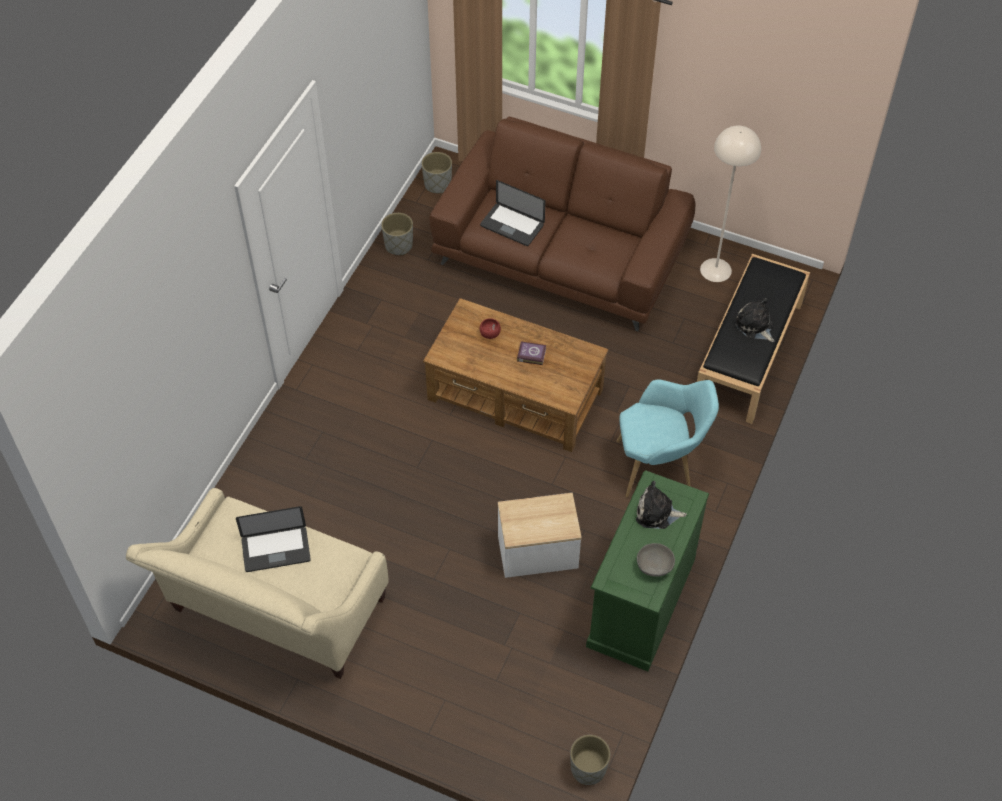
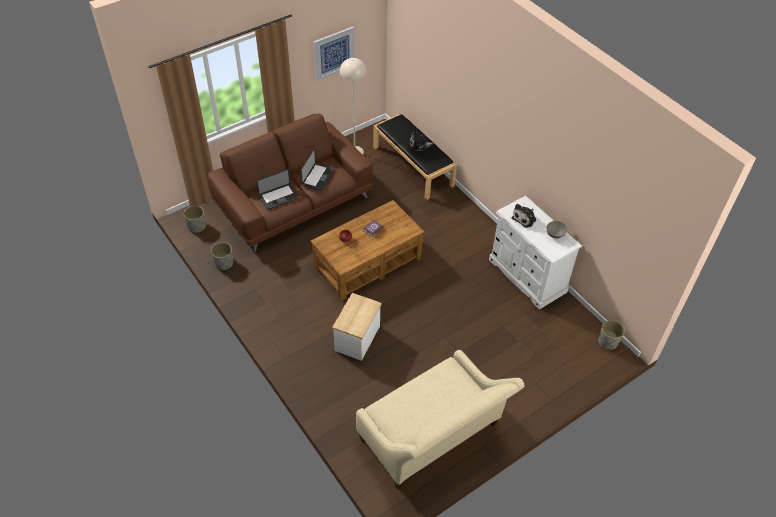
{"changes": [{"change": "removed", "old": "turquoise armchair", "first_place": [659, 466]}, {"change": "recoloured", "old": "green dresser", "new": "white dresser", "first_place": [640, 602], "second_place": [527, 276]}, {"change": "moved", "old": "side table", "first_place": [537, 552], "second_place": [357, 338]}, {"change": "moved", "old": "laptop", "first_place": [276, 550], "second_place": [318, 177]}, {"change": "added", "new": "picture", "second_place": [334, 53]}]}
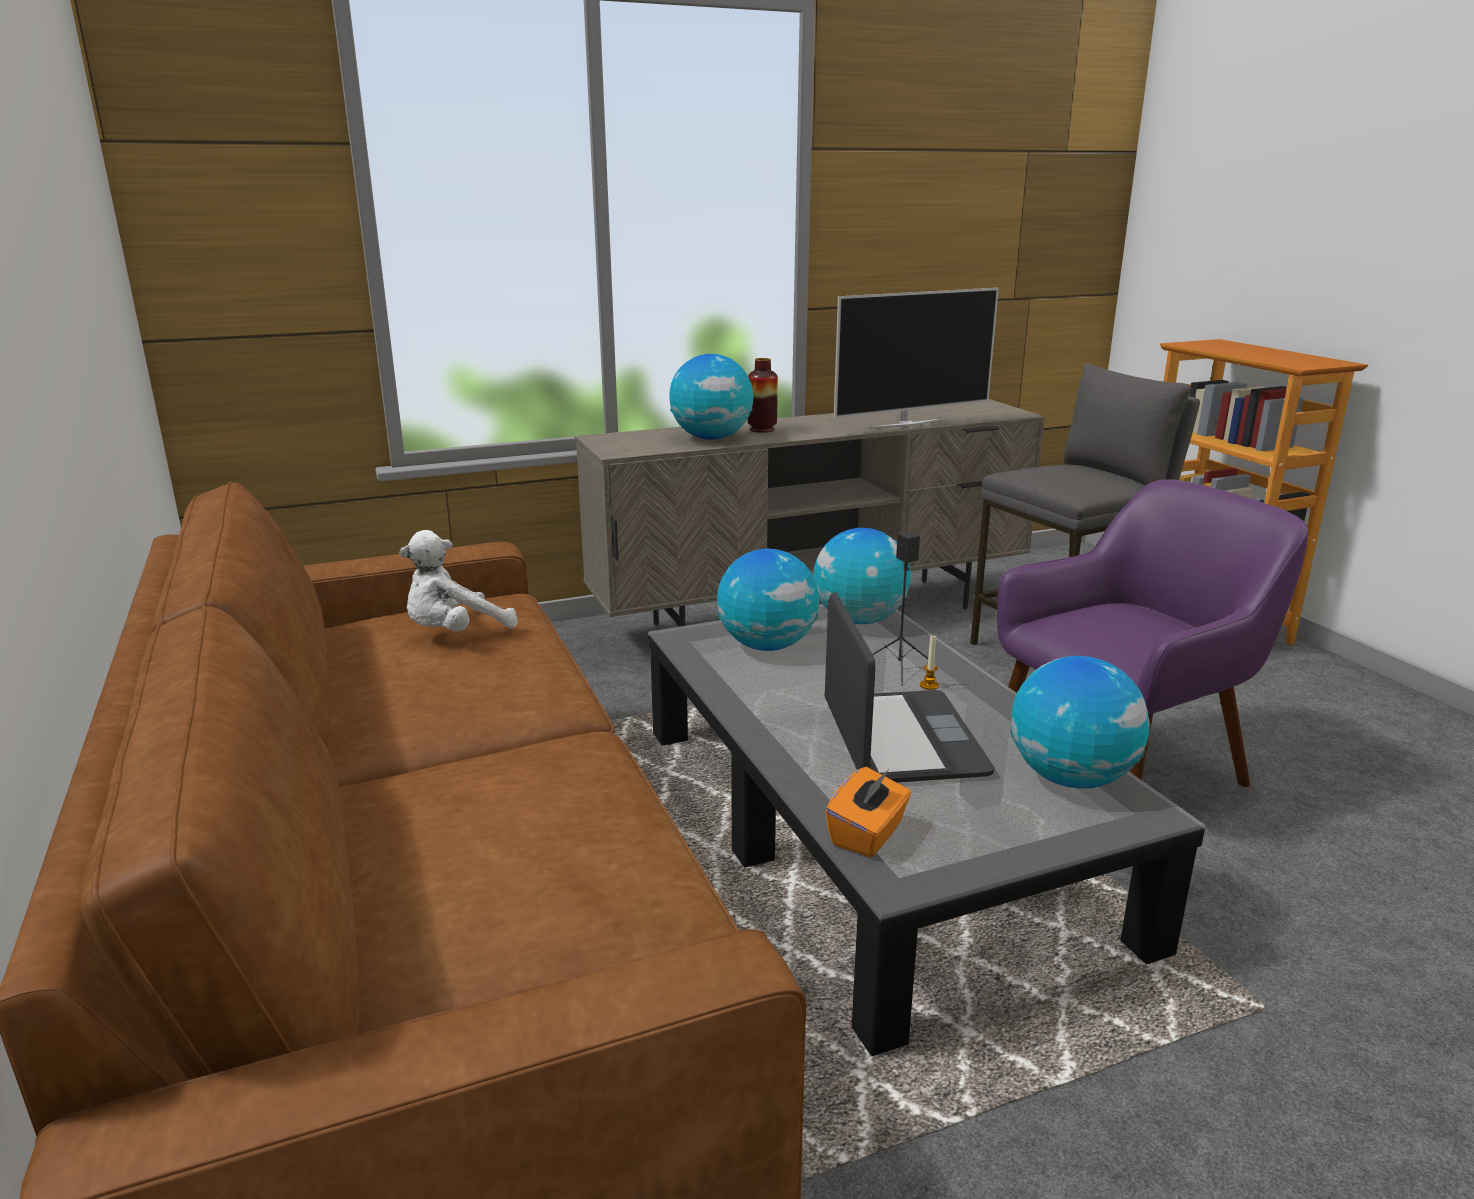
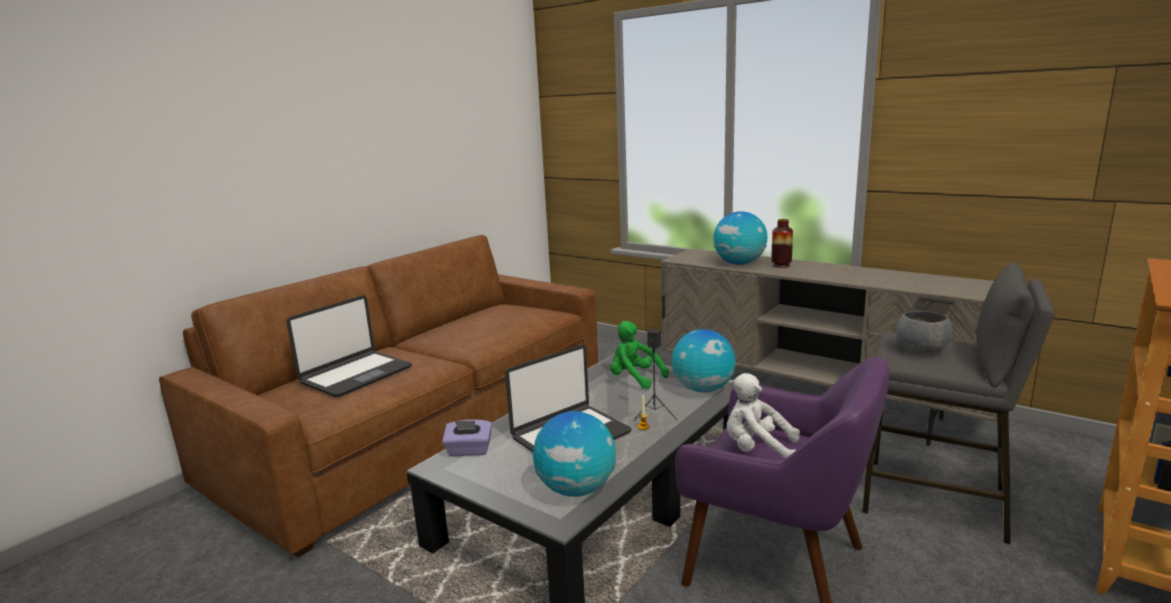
{"changes": [{"change": "removed", "old": "television", "first_place": [907, 423]}, {"change": "moved", "old": "white plush toy", "first_place": [455, 633], "second_place": [758, 451]}, {"change": "replaced", "old": "globe", "new": "green plush toy", "first_place": [767, 646], "second_place": [634, 379]}, {"change": "recoloured", "old": "orange tissue box", "new": "purple tissue box", "first_place": [868, 834], "second_place": [469, 451]}, {"change": "added", "new": "laptop", "second_place": [355, 375]}, {"change": "added", "new": "grey bowl", "second_place": [921, 349]}]}
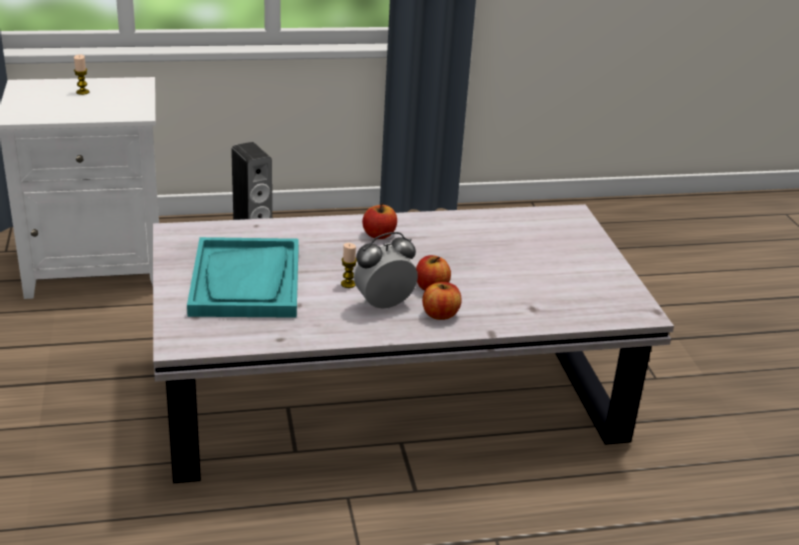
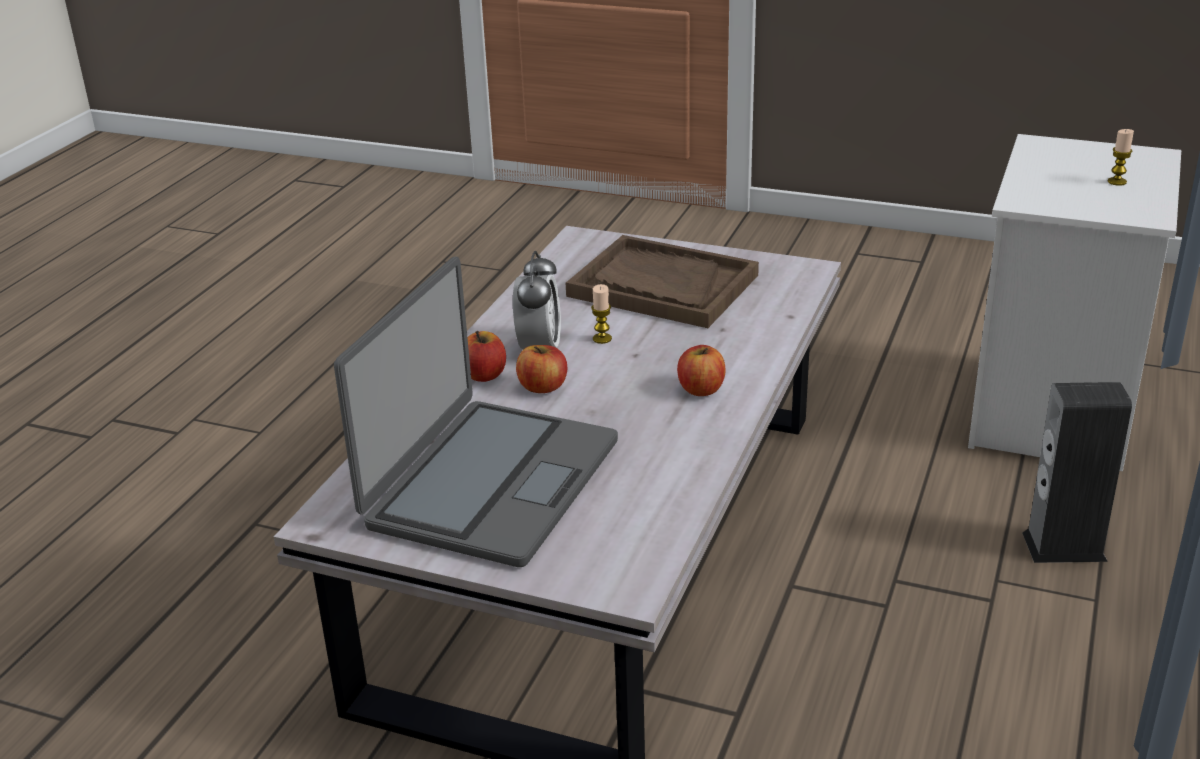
{"changes": [{"change": "recoloured", "old": "turquoise tray", "new": "brown tray", "first_place": [246, 281], "second_place": [662, 286]}, {"change": "added", "new": "laptop", "second_place": [490, 483]}]}
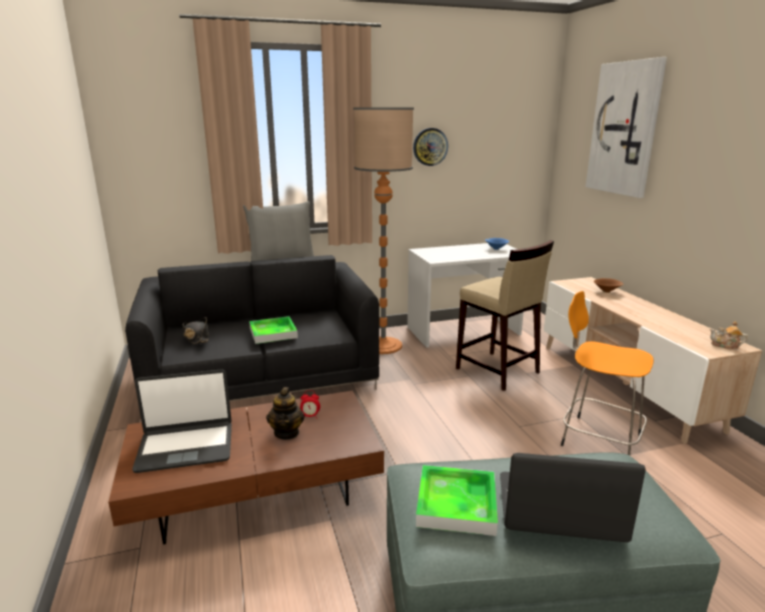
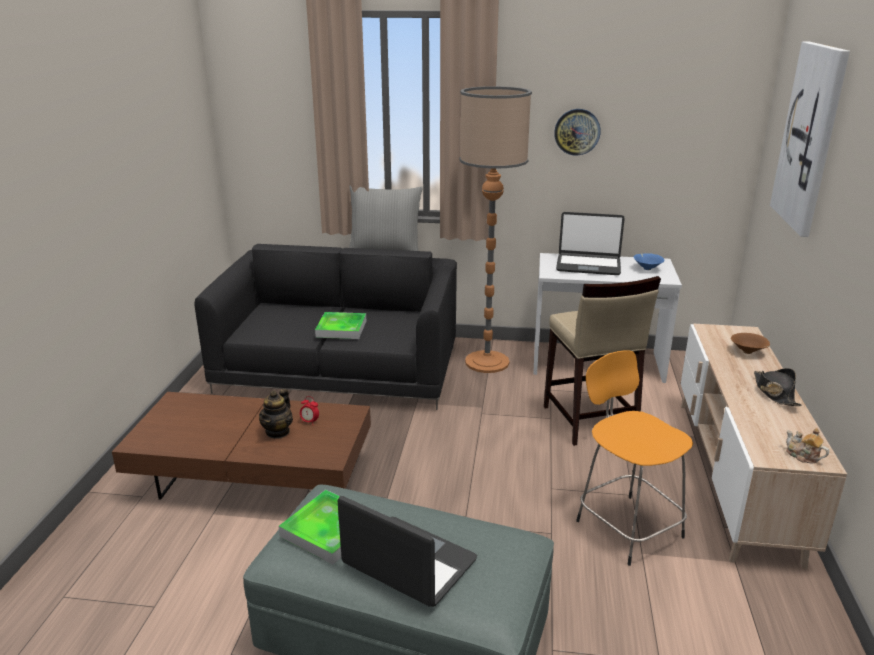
{"changes": [{"change": "moved", "old": "black hat", "first_place": [197, 337], "second_place": [775, 393]}, {"change": "moved", "old": "laptop", "first_place": [186, 447], "second_place": [588, 265]}]}
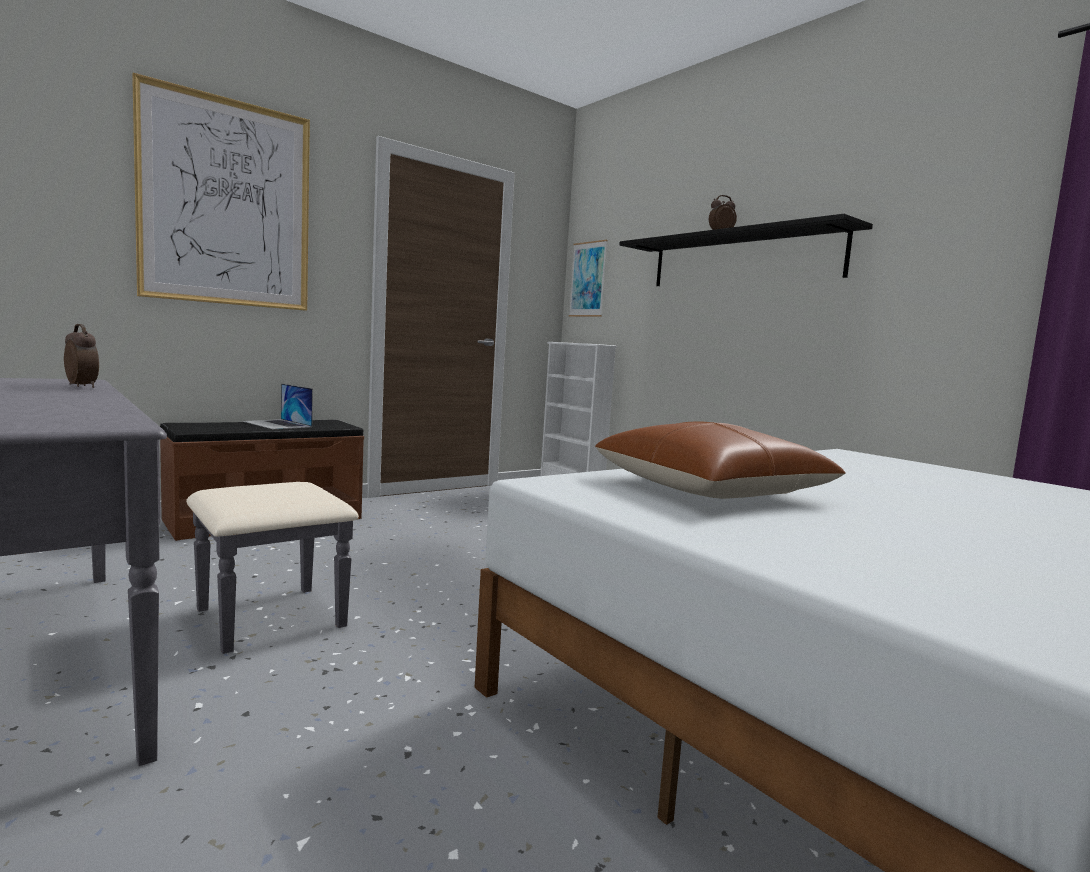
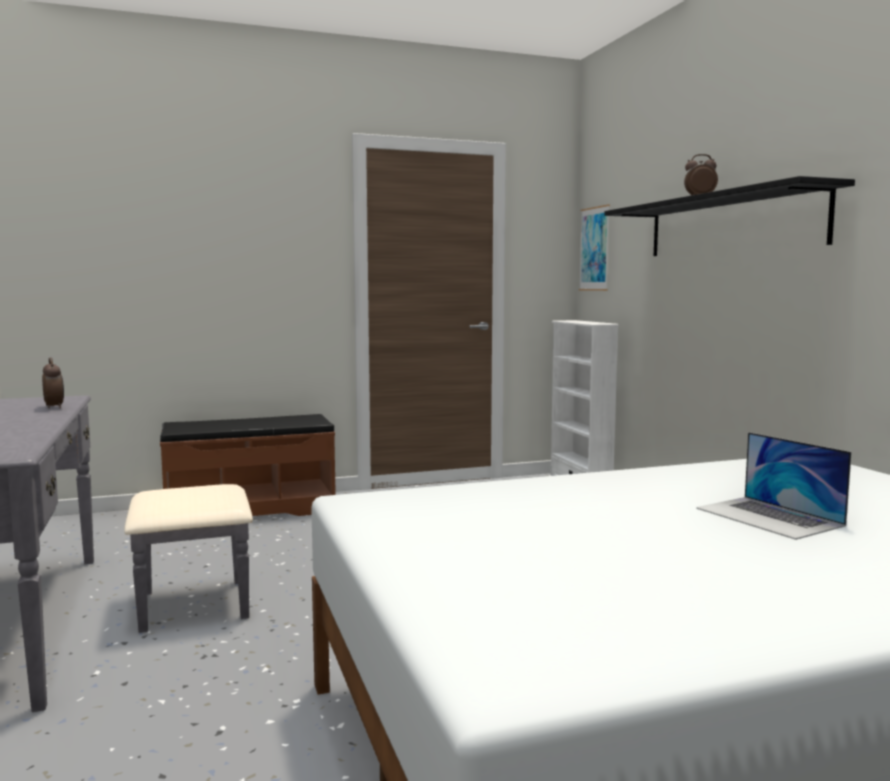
{"changes": [{"change": "removed", "old": "picture", "first_place": [227, 203]}, {"change": "moved", "old": "laptop", "first_place": [277, 424], "second_place": [769, 517]}, {"change": "removed", "old": "brown pillow", "first_place": [709, 489]}]}
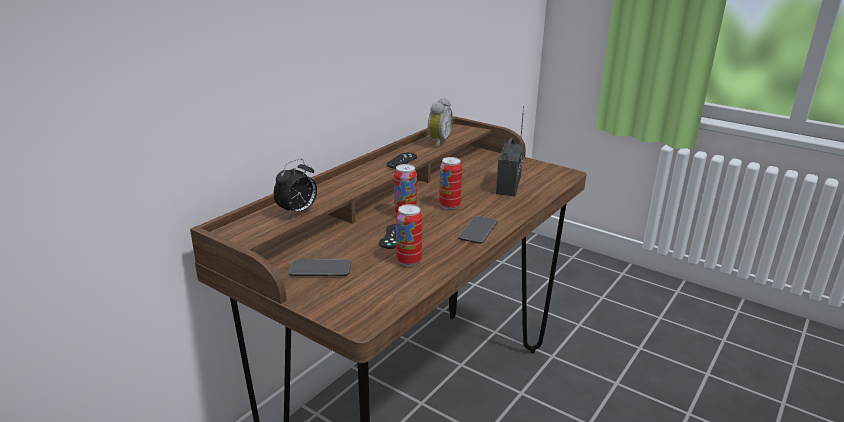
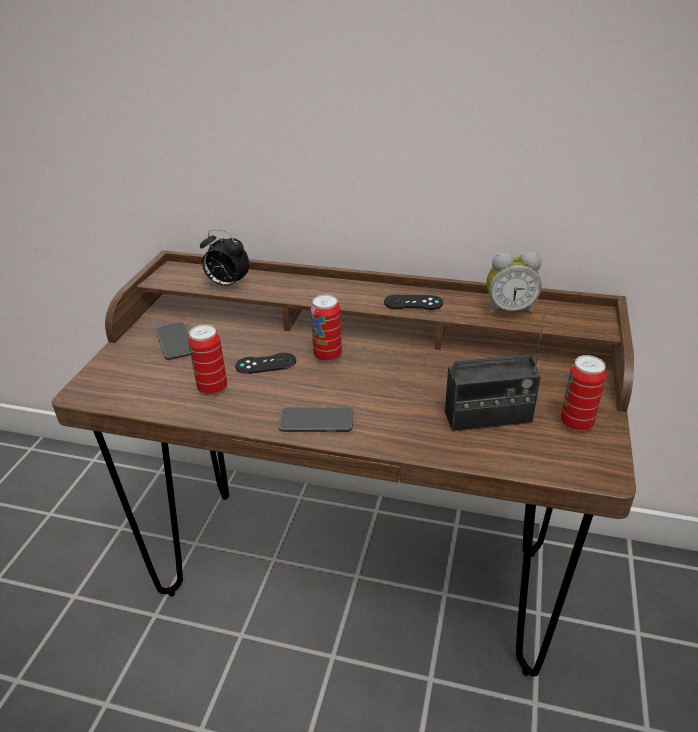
{"changes": [{"change": "moved", "old": "can", "first_place": [449, 206], "second_place": [576, 424]}]}
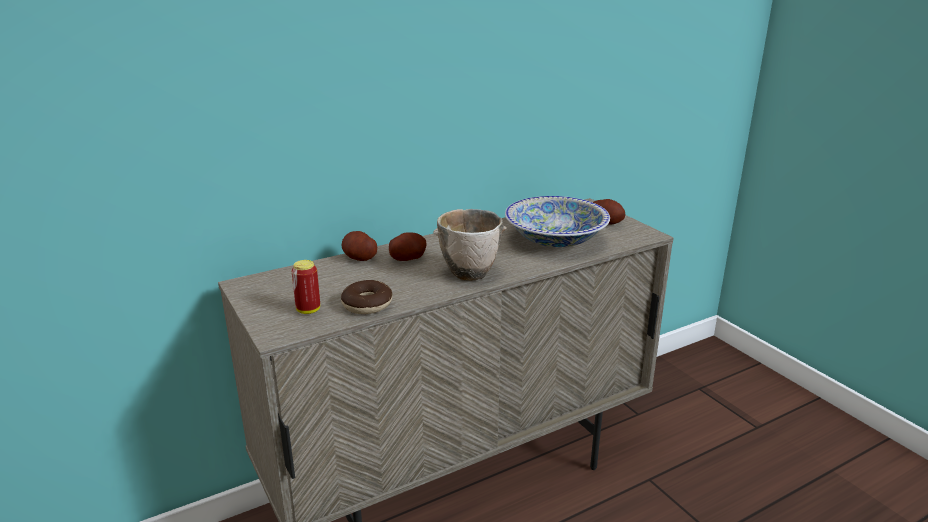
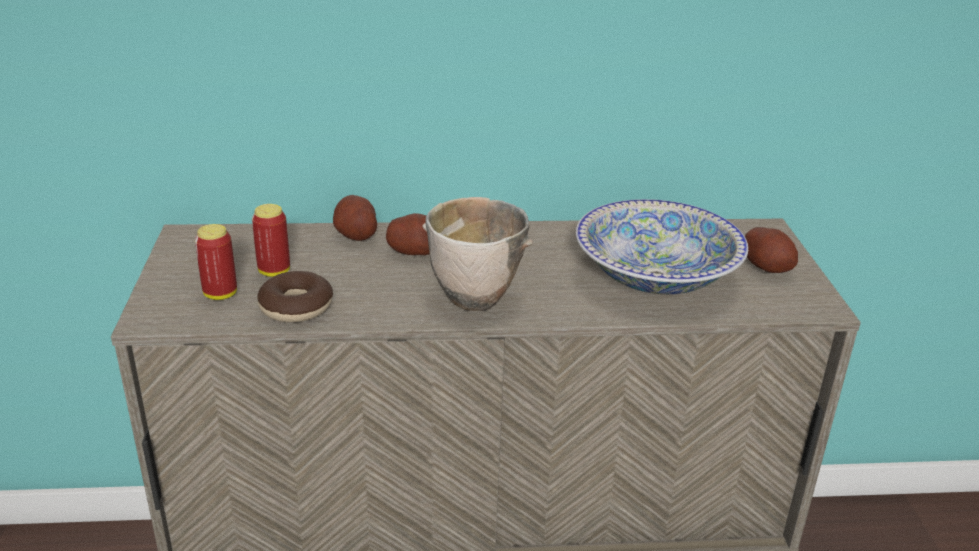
{"changes": [{"change": "added", "new": "can", "second_place": [274, 271]}]}
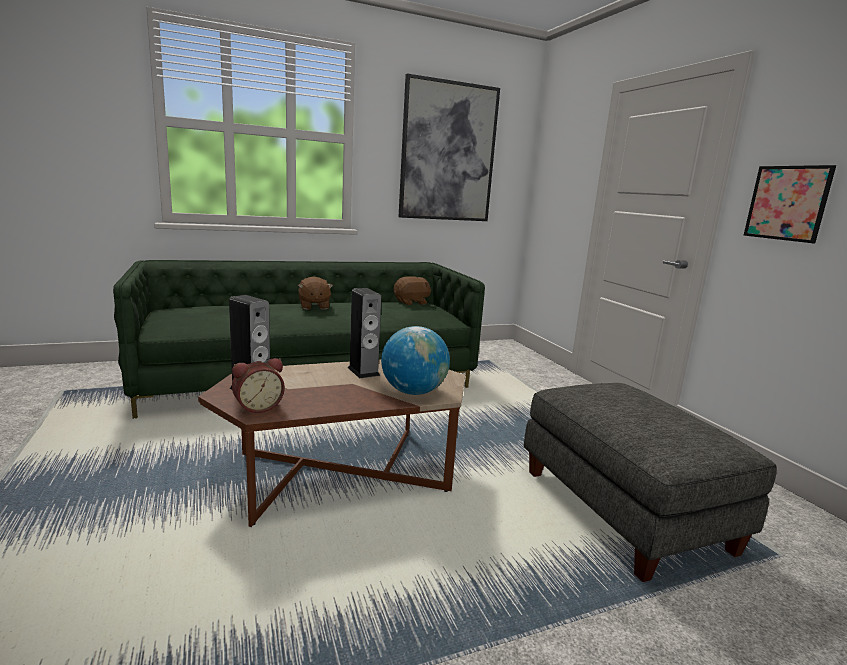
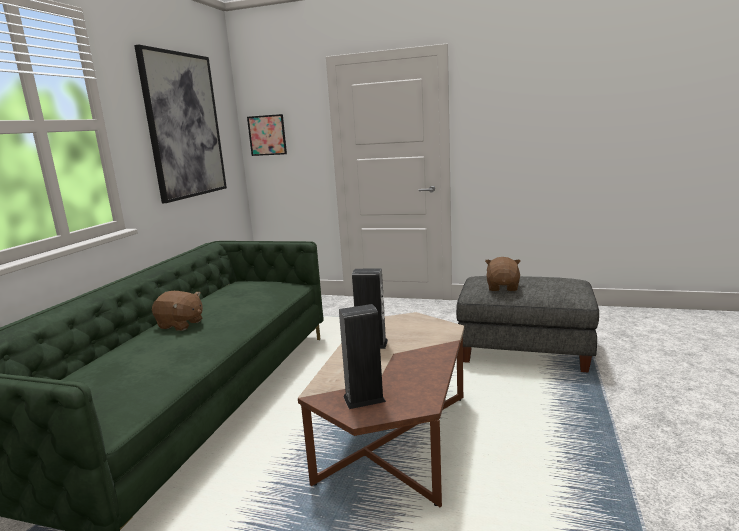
{"changes": [{"change": "moved", "old": "picture", "first_place": [787, 203], "second_place": [267, 135]}, {"change": "moved", "old": "brown plush toy", "first_place": [411, 303], "second_place": [503, 287]}, {"change": "removed", "old": "globe", "first_place": [413, 392]}, {"change": "removed", "old": "alarm clock", "first_place": [258, 407]}]}
